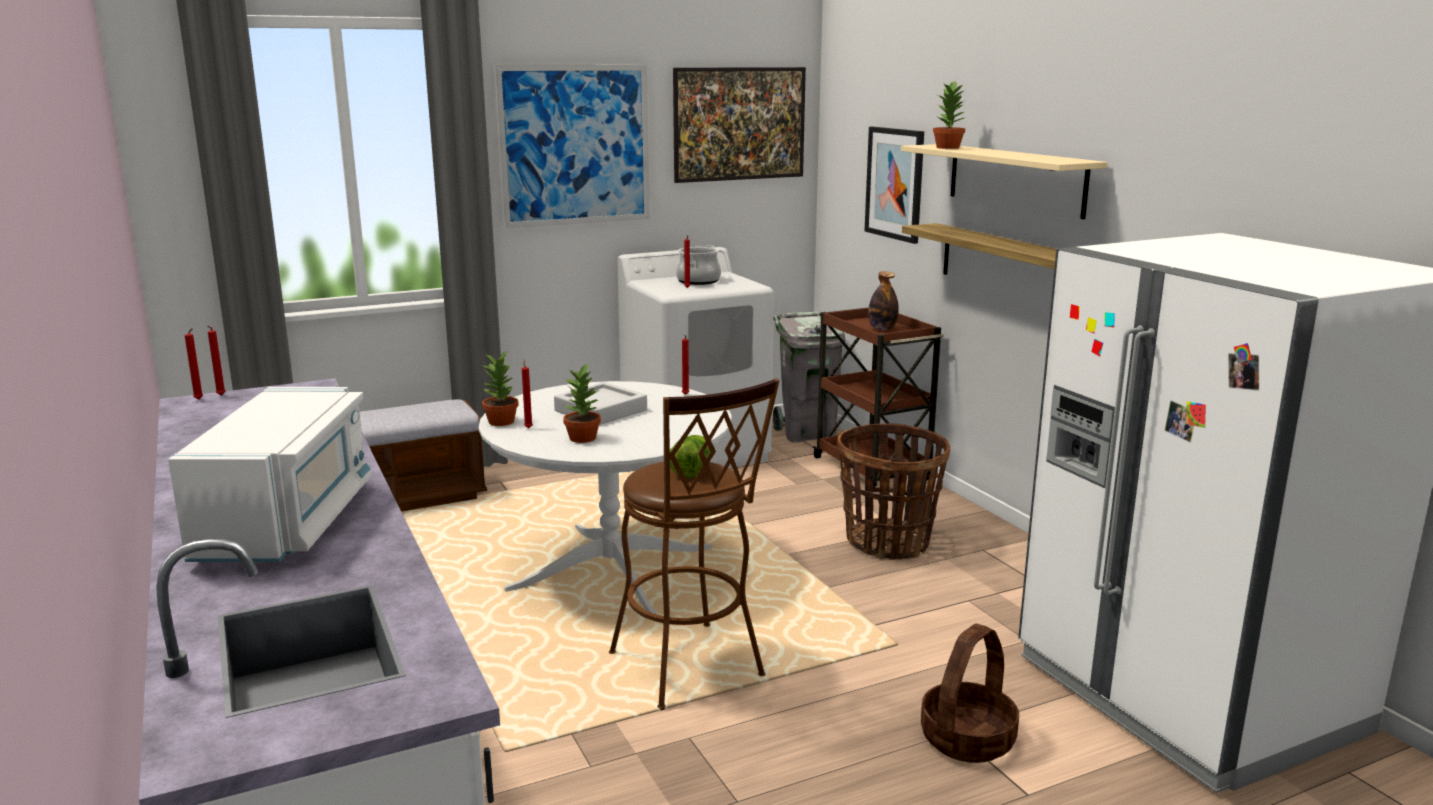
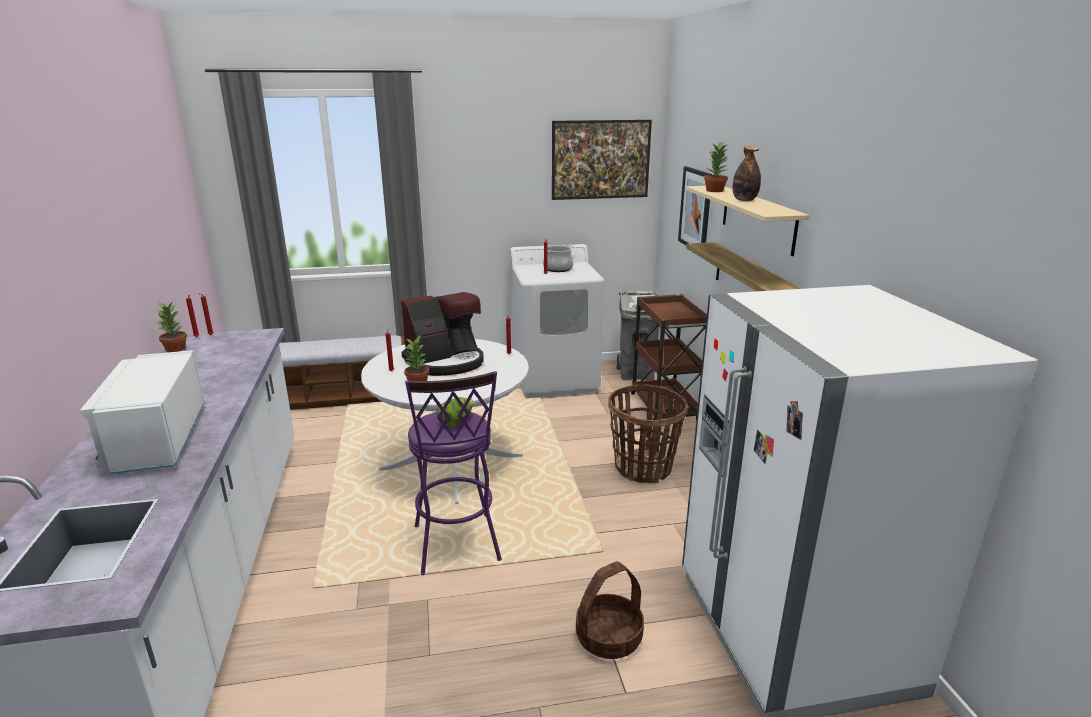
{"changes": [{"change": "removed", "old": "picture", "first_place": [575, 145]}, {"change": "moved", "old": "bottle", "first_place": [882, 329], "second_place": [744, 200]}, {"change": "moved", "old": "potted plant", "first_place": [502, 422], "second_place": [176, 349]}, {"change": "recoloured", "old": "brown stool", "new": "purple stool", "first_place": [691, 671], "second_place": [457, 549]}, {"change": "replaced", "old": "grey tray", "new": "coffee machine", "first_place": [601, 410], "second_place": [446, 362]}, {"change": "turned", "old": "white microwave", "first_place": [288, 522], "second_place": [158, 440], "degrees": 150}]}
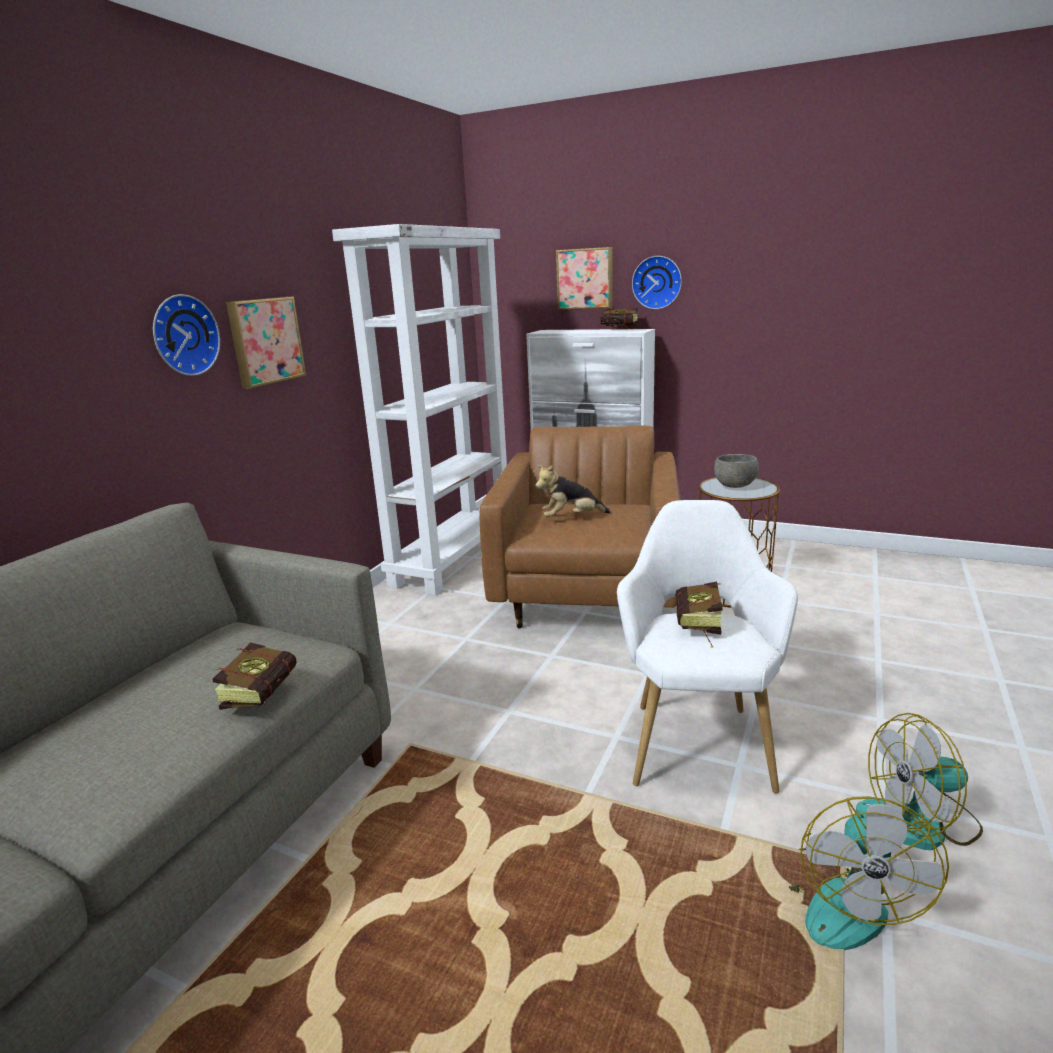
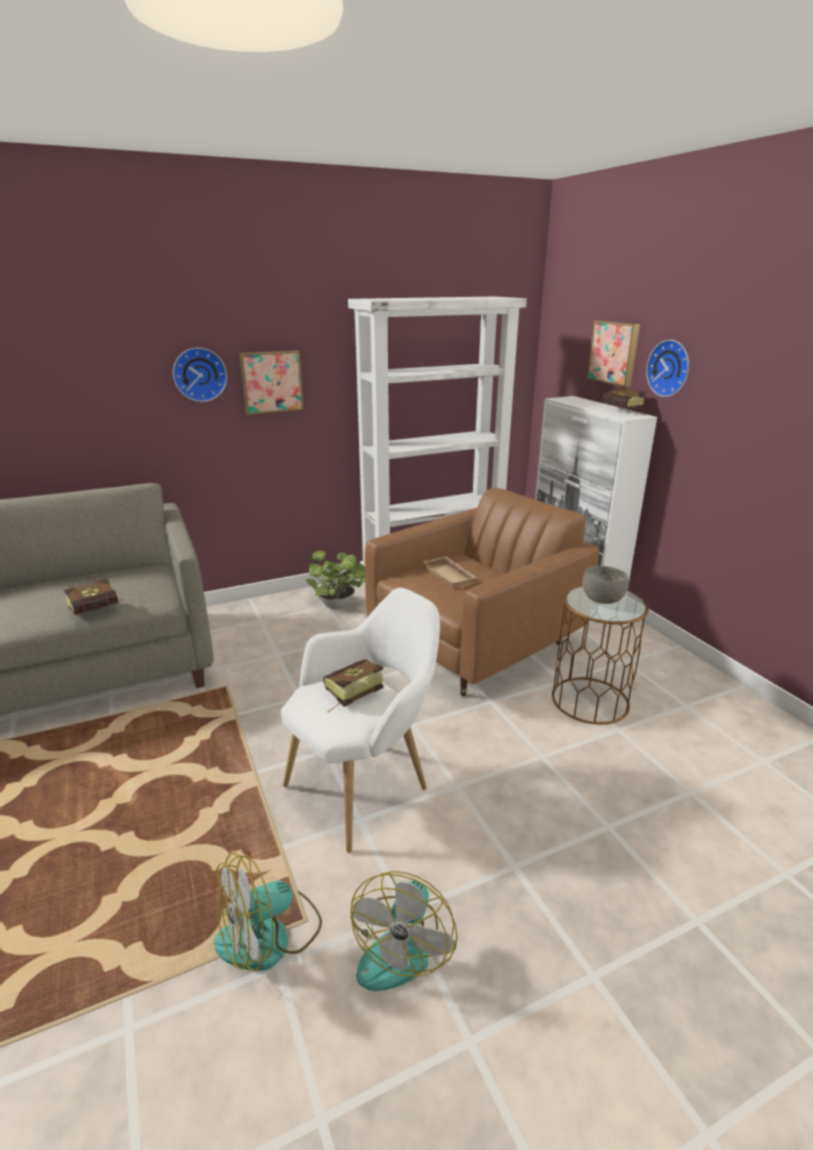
{"changes": [{"change": "replaced", "old": "plush toy", "new": "beige tray", "first_place": [571, 518], "second_place": [451, 576]}, {"change": "turned", "old": "fan", "first_place": [919, 822], "second_place": [399, 944], "degrees": -105}, {"change": "added", "new": "potted plant", "second_place": [338, 605]}]}
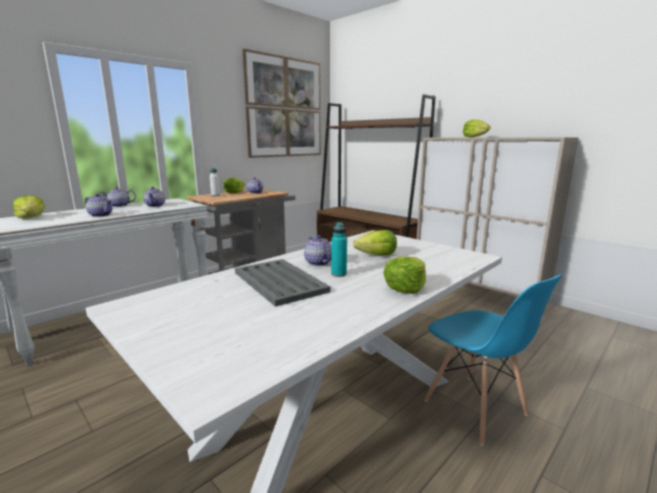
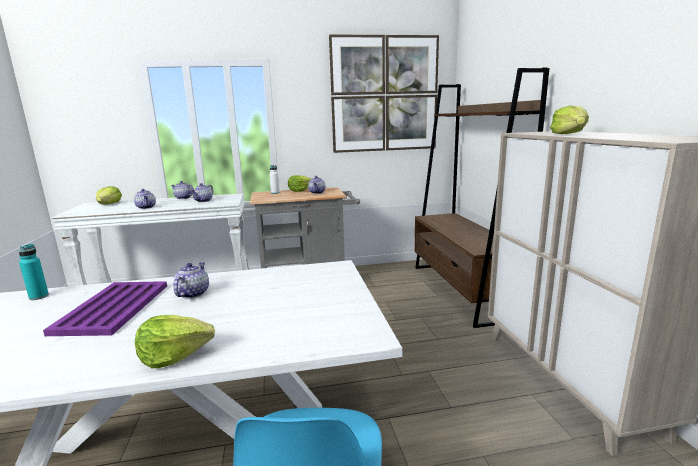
{"changes": [{"change": "moved", "old": "turquoise bottle", "first_place": [339, 274], "second_place": [39, 296]}, {"change": "removed", "old": "lettuce", "first_place": [377, 255]}, {"change": "recoloured", "old": "grey tray", "new": "purple tray", "first_place": [279, 282], "second_place": [112, 308]}]}
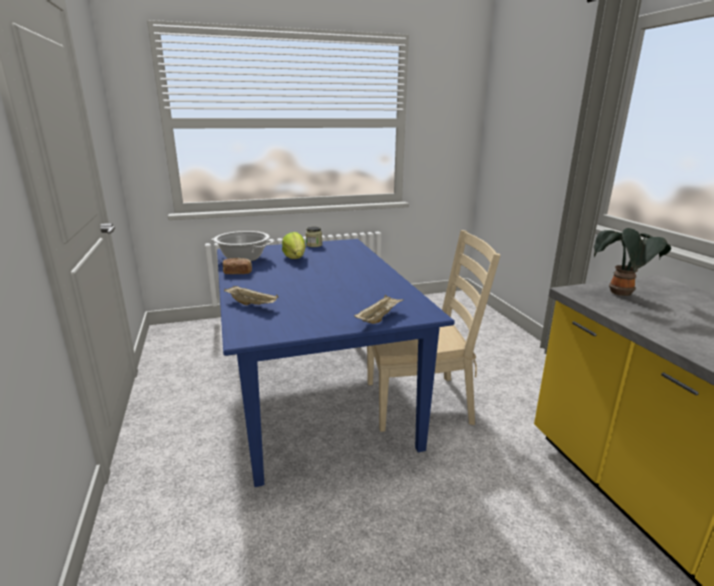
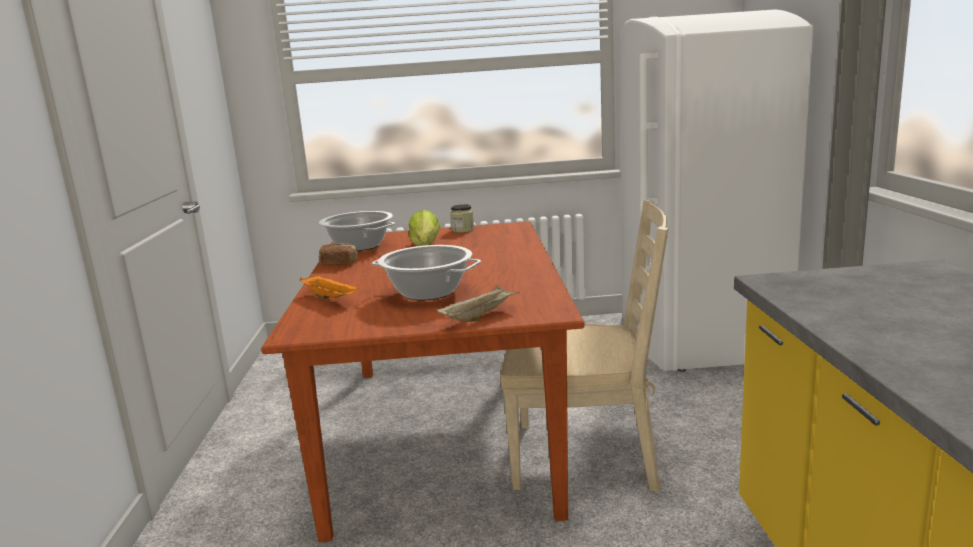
{"changes": [{"change": "removed", "old": "potted plant", "first_place": [621, 294]}, {"change": "recoloured", "old": "blue dining table", "new": "brown dining table", "first_place": [316, 392], "second_place": [446, 433]}, {"change": "recoloured", "old": "beige tray", "new": "orange tray", "first_place": [252, 304], "second_place": [331, 298]}, {"change": "added", "new": "white fridge", "second_place": [696, 339]}, {"change": "added", "new": "cooking pot", "second_place": [427, 292]}]}
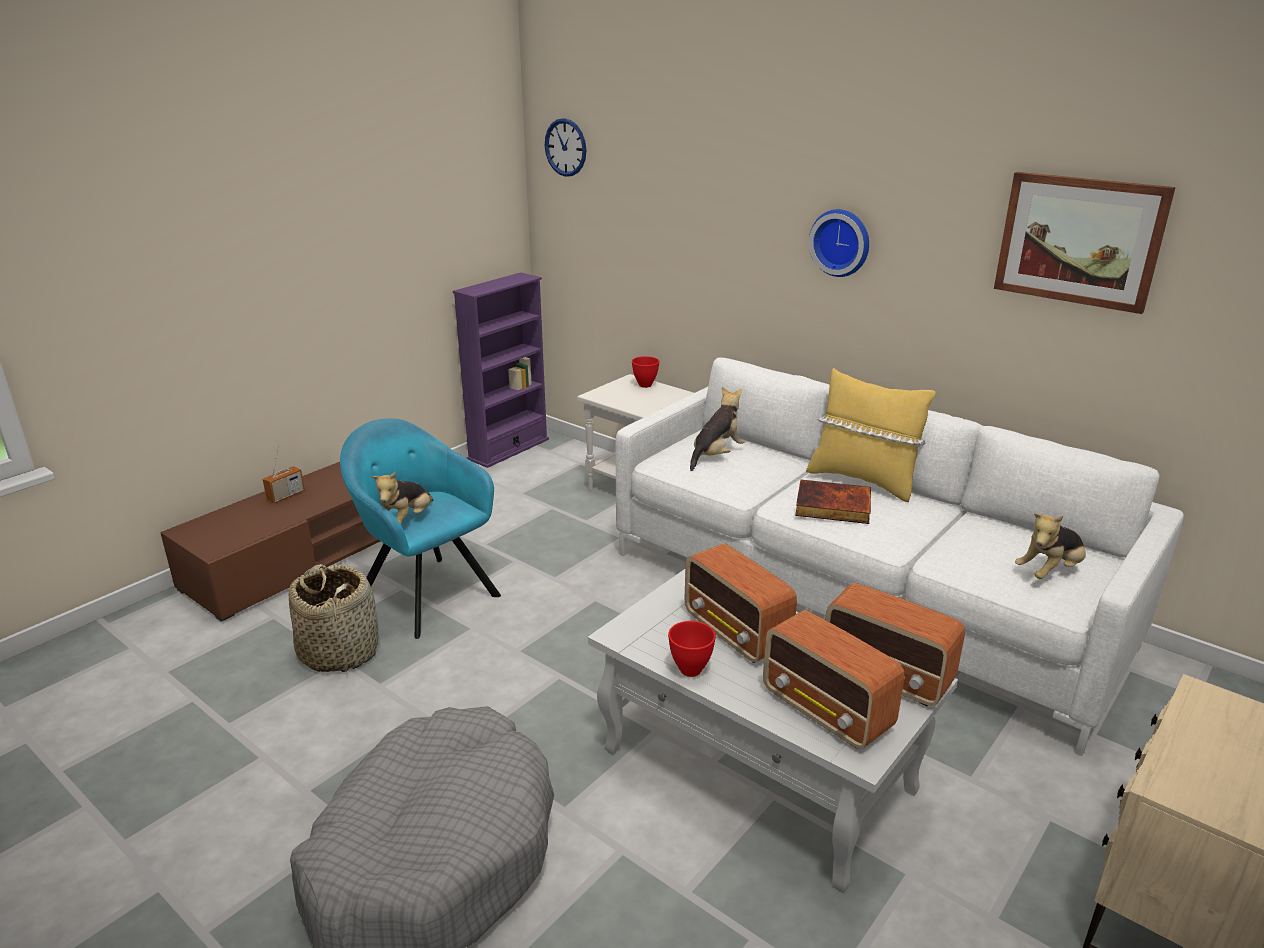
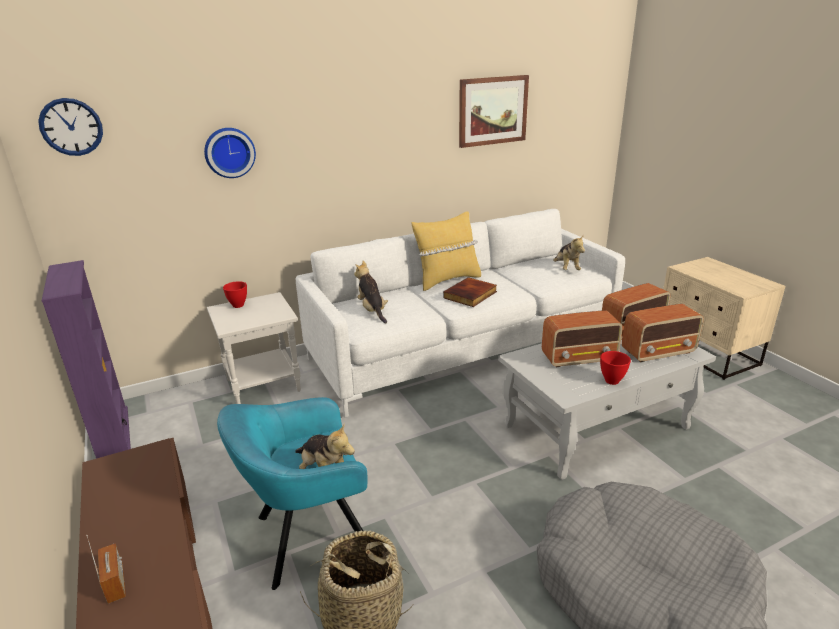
{"changes": [{"change": "moved", "old": "wall clock", "first_place": [841, 242], "second_place": [229, 152]}]}
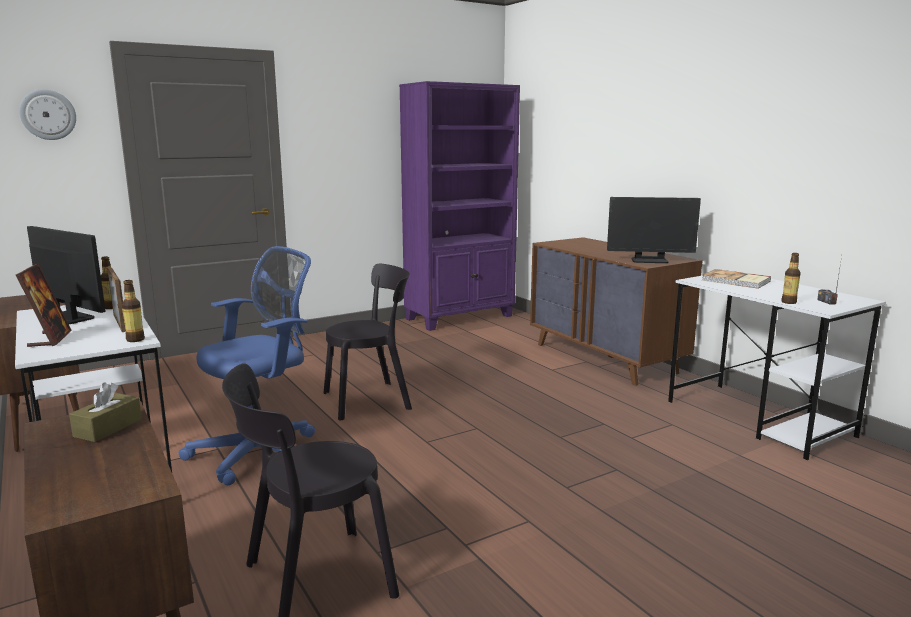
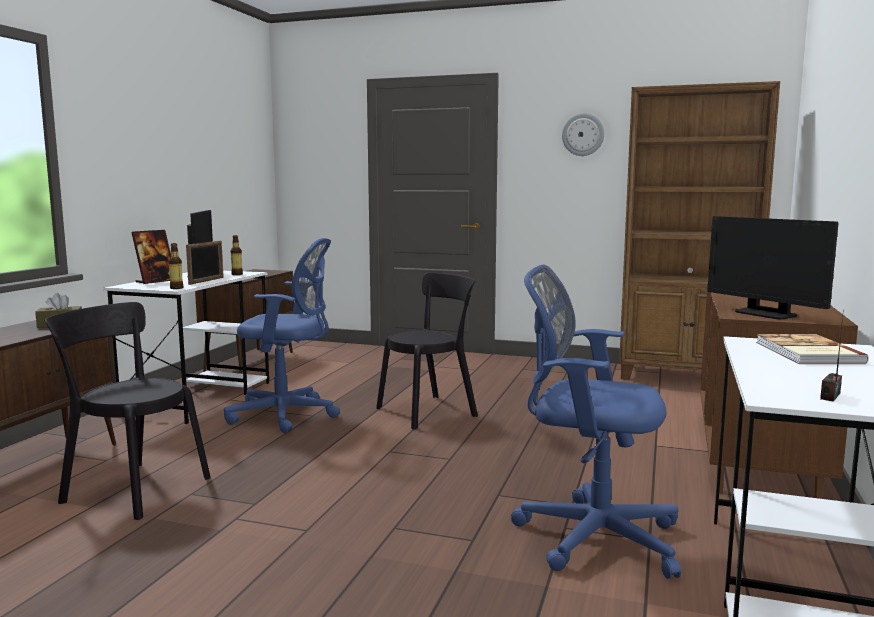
{"changes": [{"change": "recoloured", "old": "purple bookcase", "new": "brown bookcase", "first_place": [460, 317], "second_place": [685, 377]}, {"change": "moved", "old": "wall clock", "first_place": [48, 115], "second_place": [583, 134]}, {"change": "removed", "old": "bottle", "first_place": [789, 302]}, {"change": "turned", "old": "black chair", "first_place": [371, 400], "second_place": [430, 411], "degrees": -60}, {"change": "added", "new": "blue office chair", "second_place": [590, 536]}]}
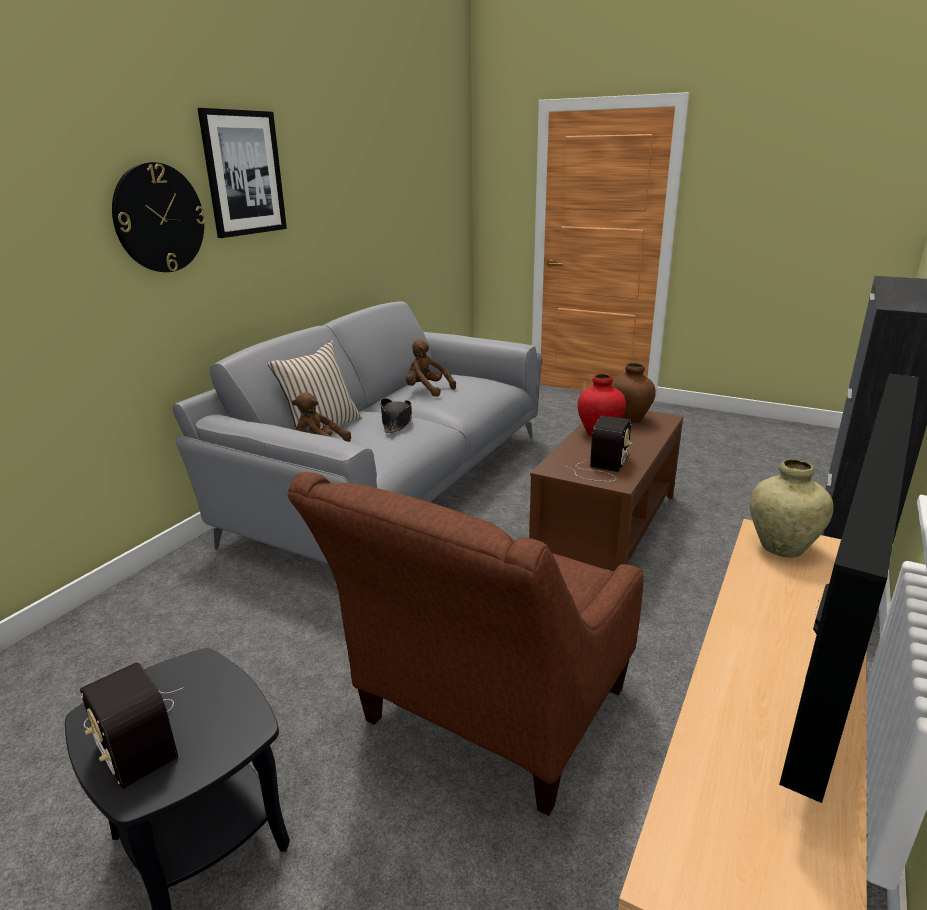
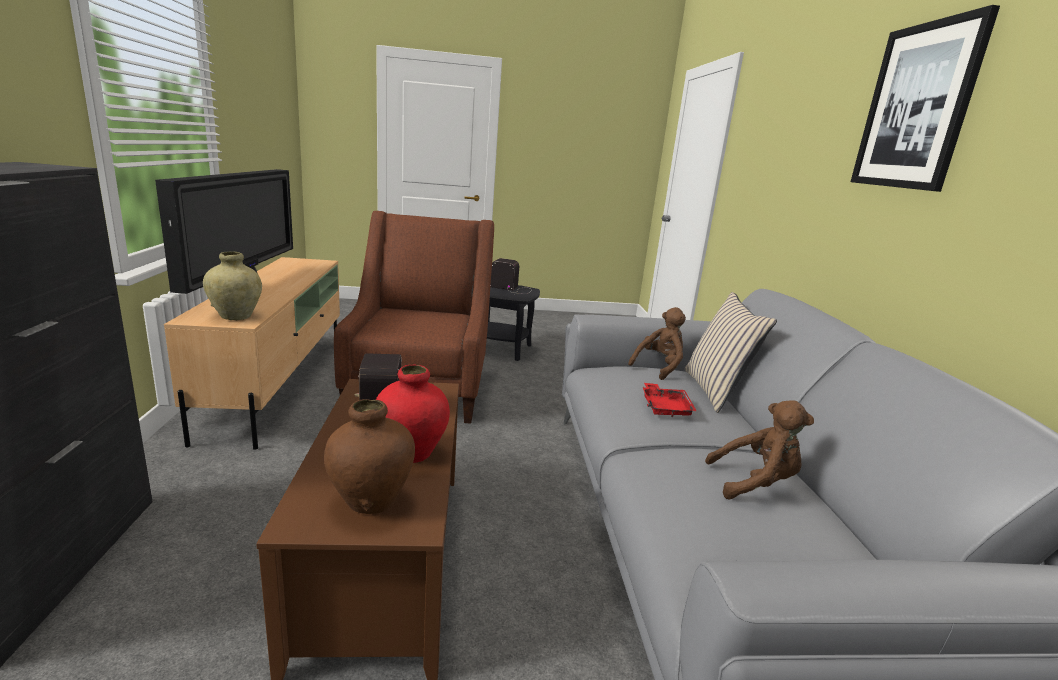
{"changes": [{"change": "removed", "old": "wall clock", "first_place": [159, 218]}, {"change": "replaced", "old": "black hat", "new": "red tray", "first_place": [396, 422], "second_place": [665, 408]}]}
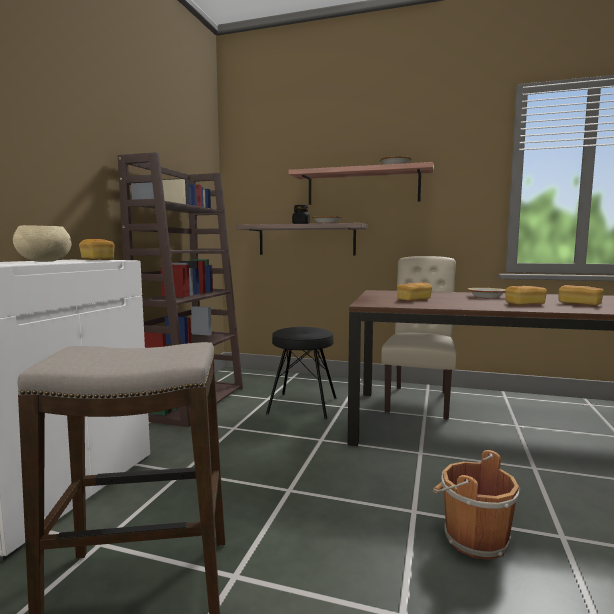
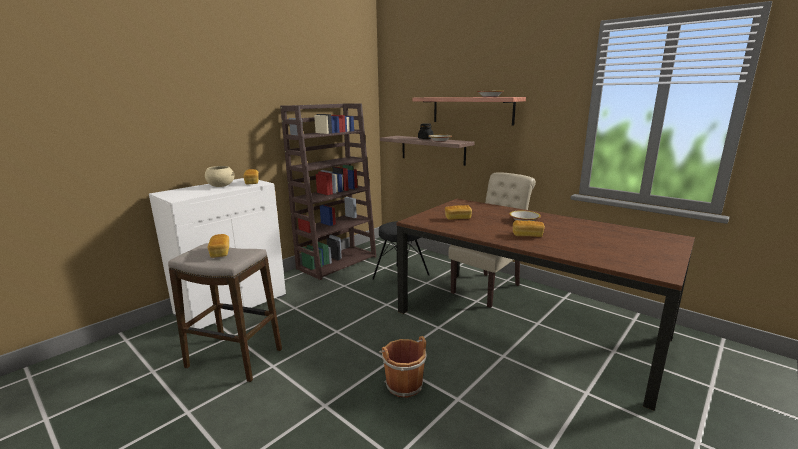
{"changes": [{"change": "moved", "old": "bread", "first_place": [579, 304], "second_place": [220, 253]}]}
